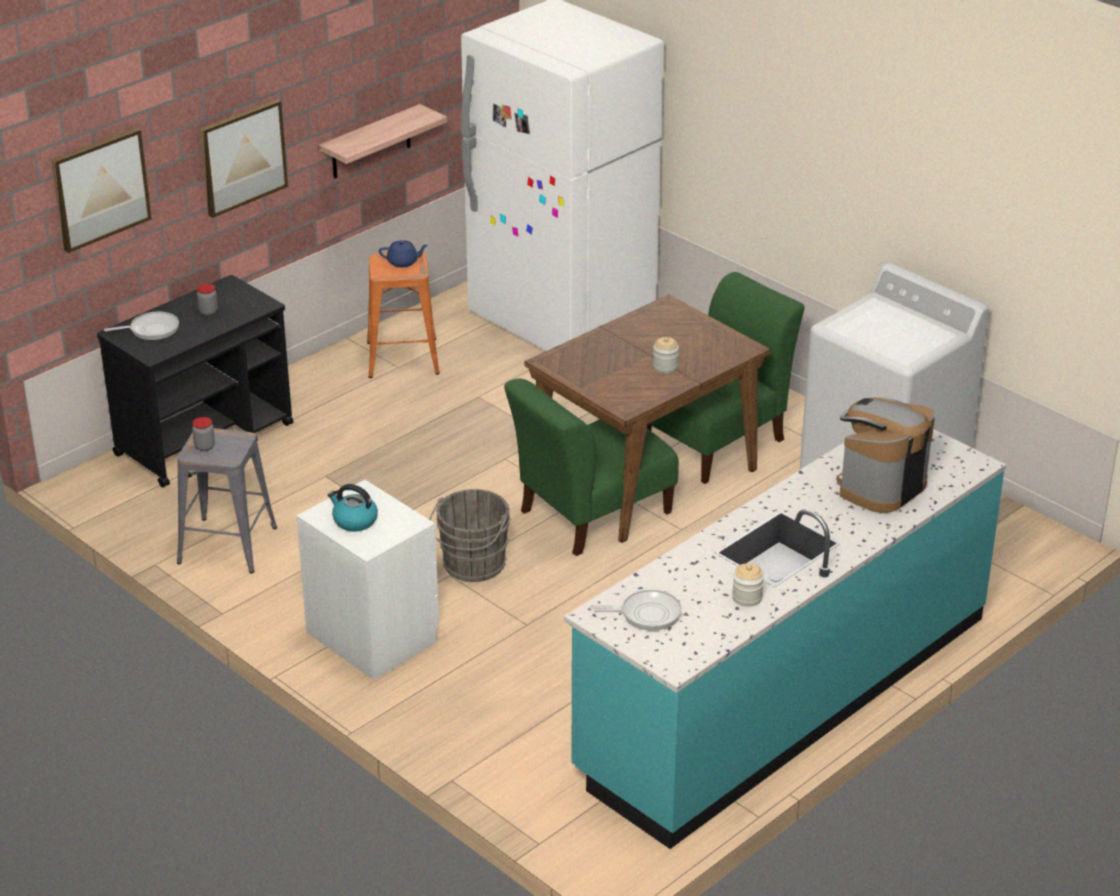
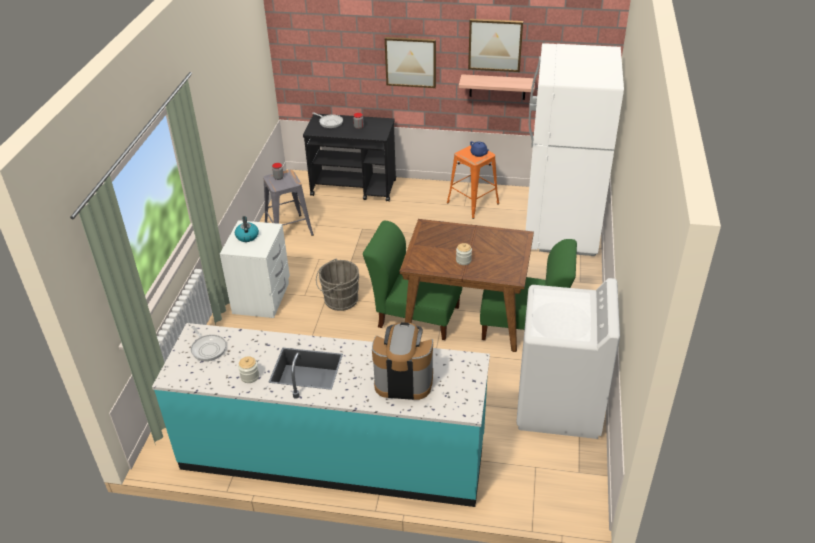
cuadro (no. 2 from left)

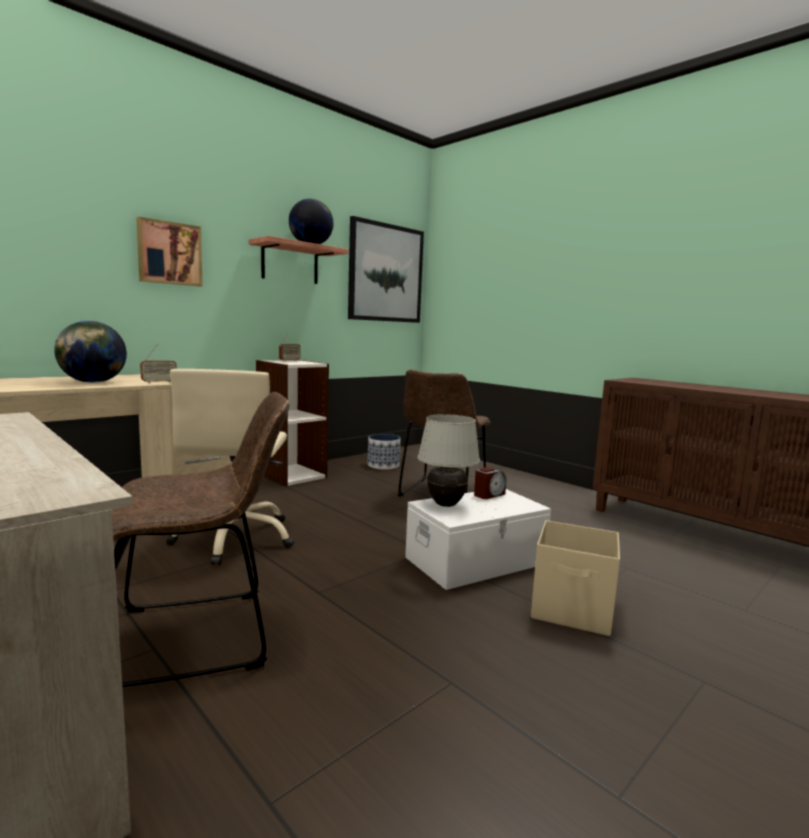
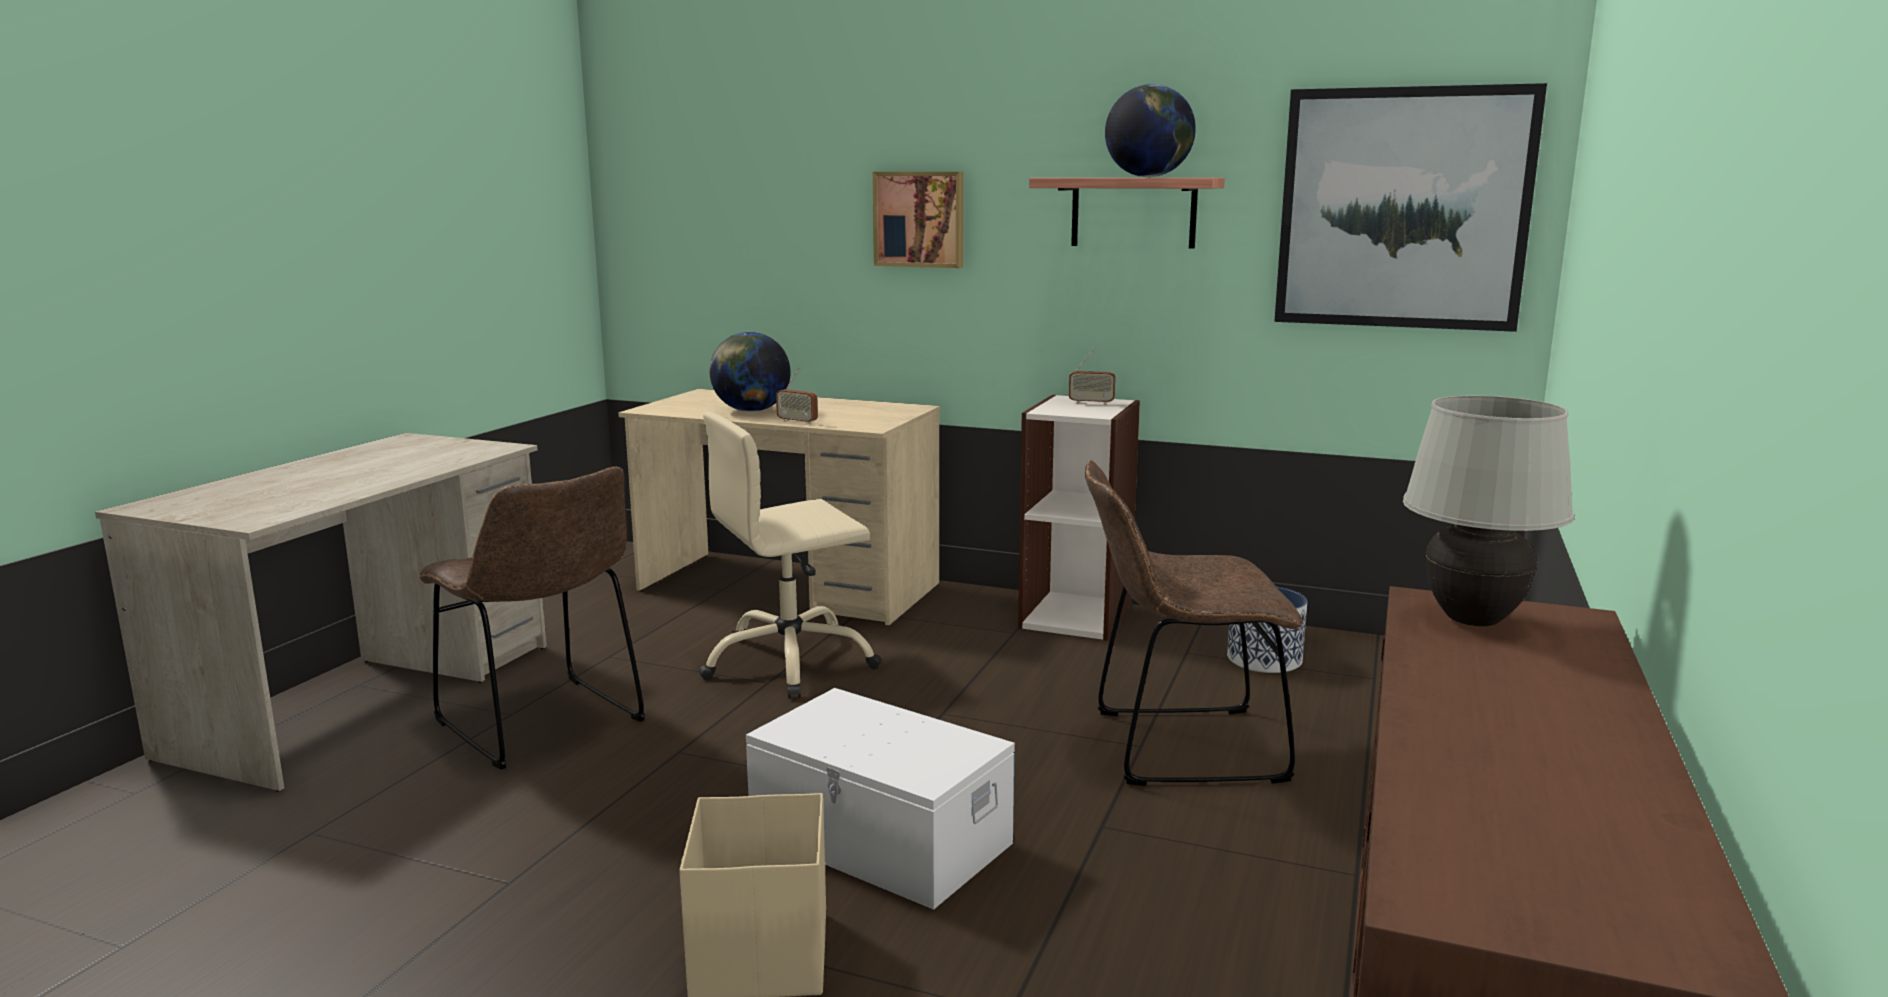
lámpara de mesa (blanco); despertador

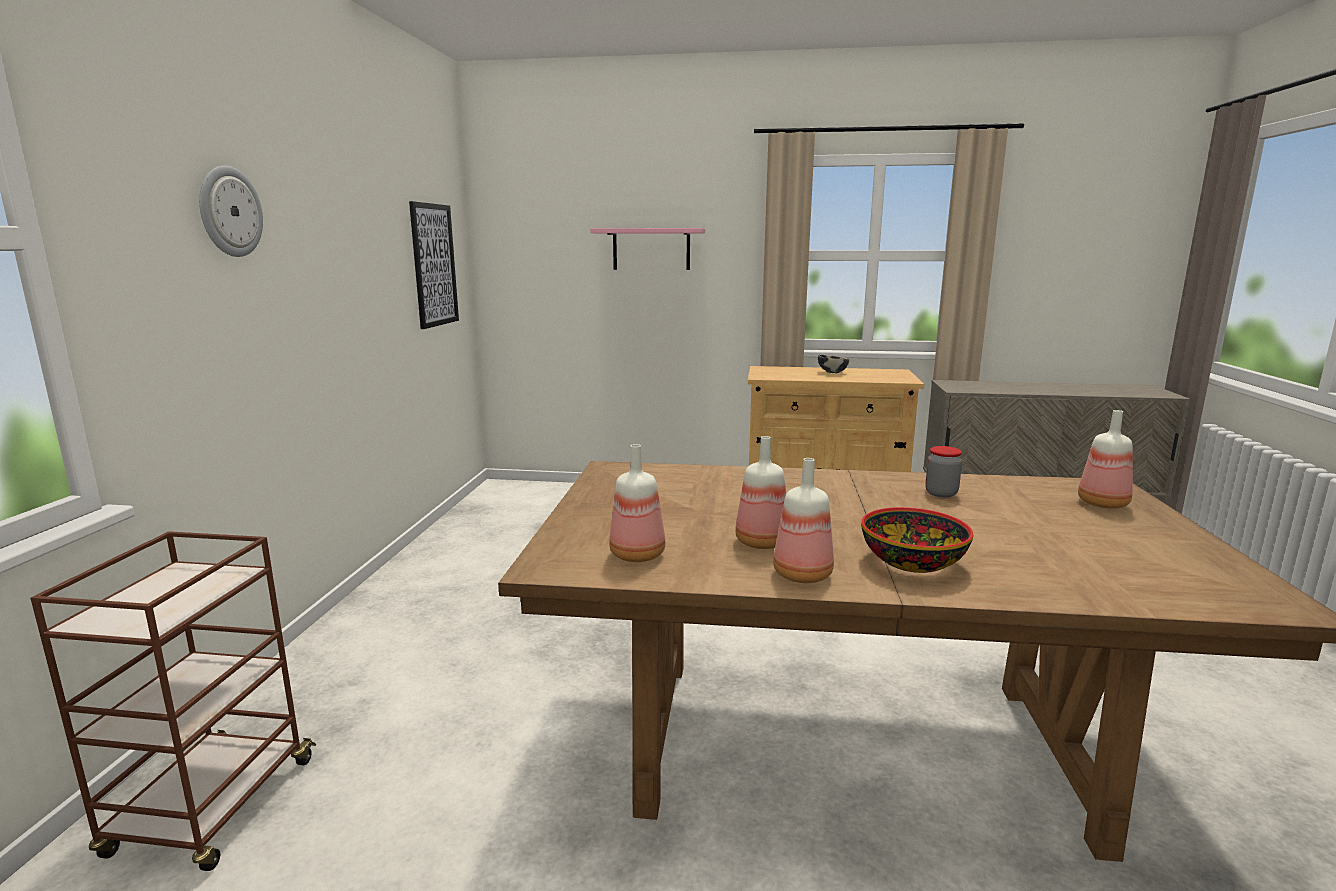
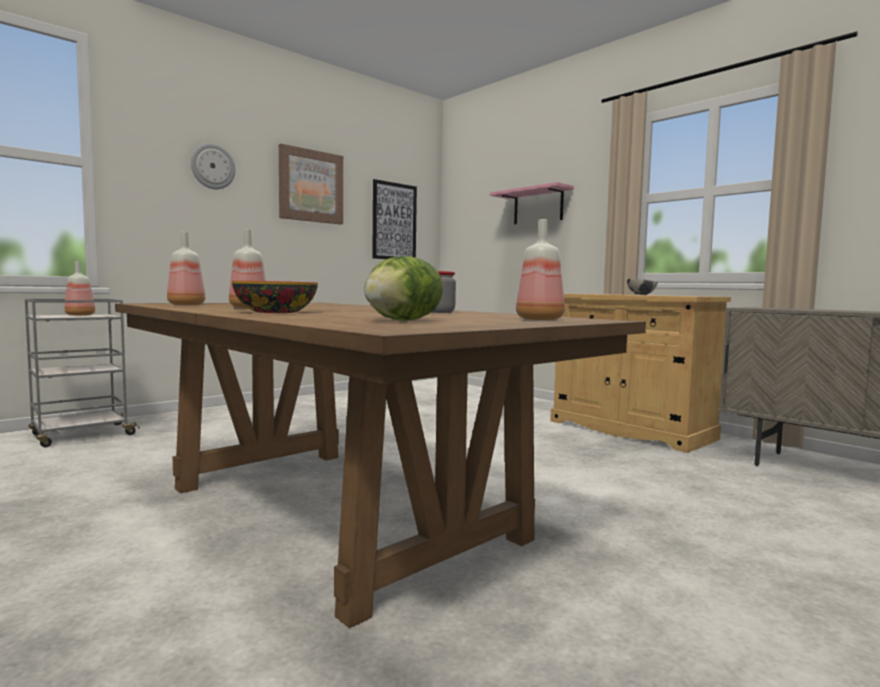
carrito (gris); botella (no. 1 from left); cuadro (no. 1 from left); lechuga

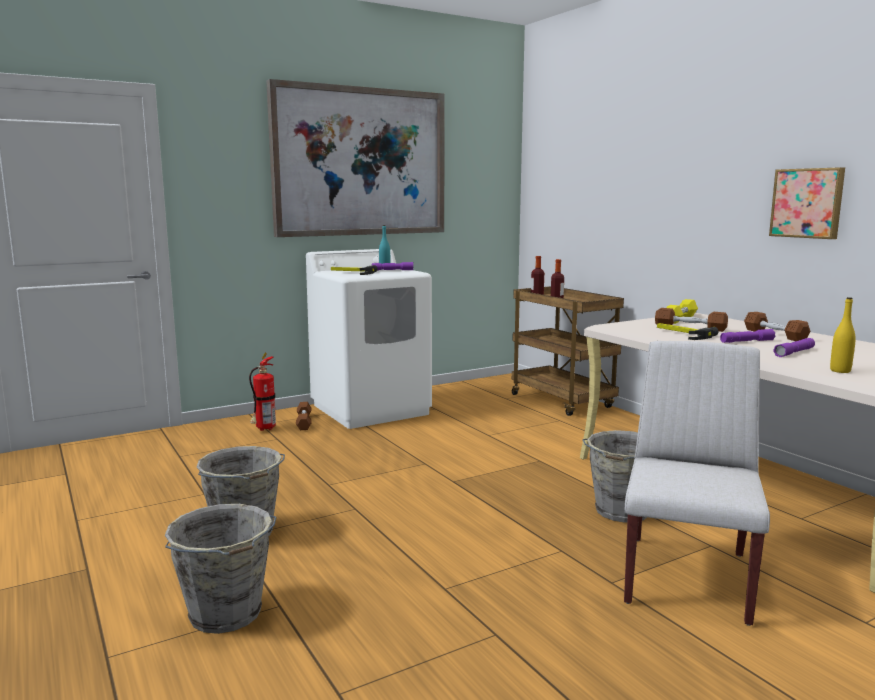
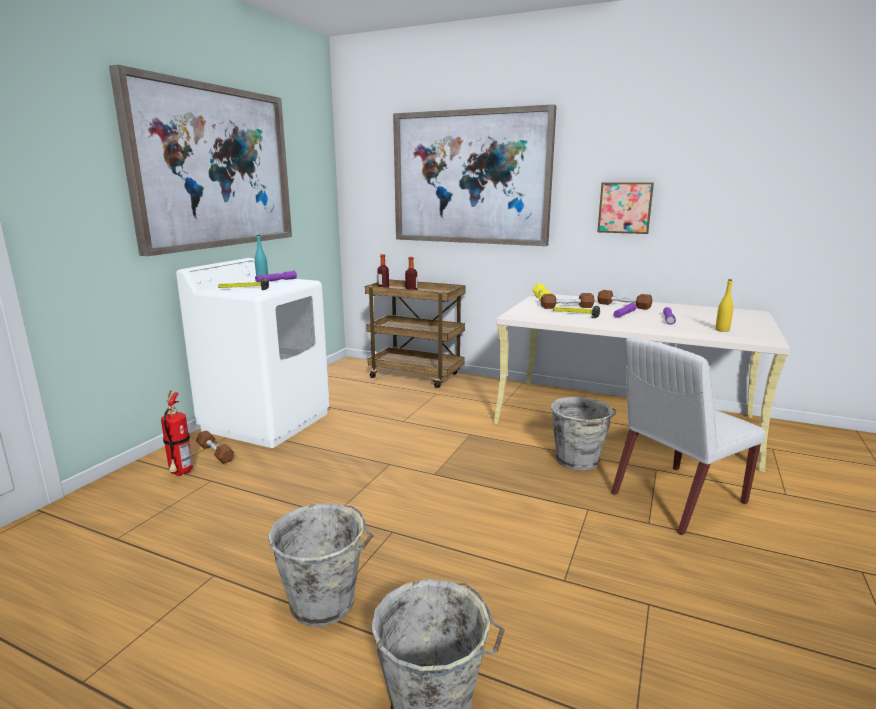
cuadro (no. 2 from left); silla (blanco)

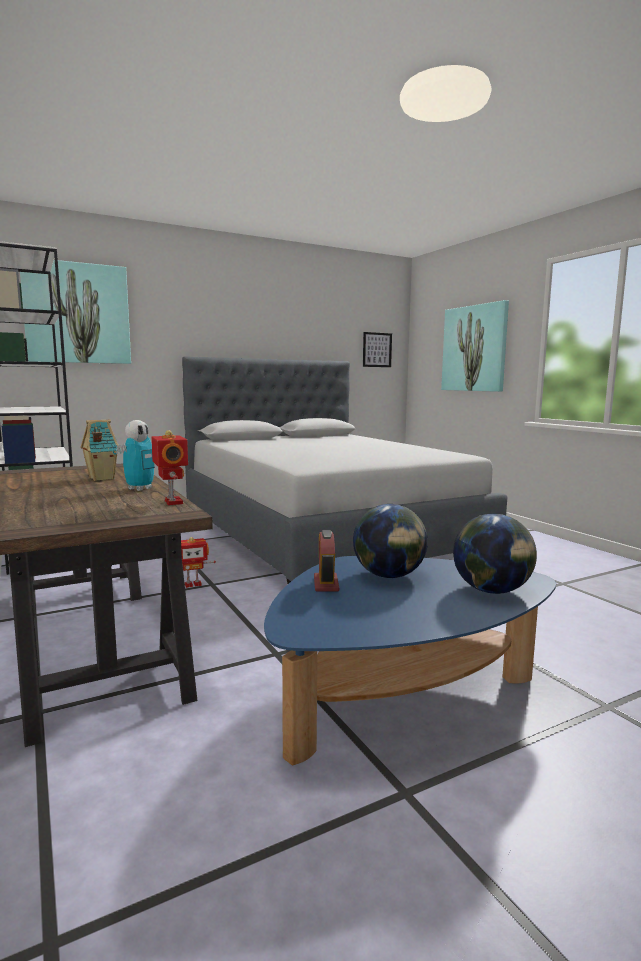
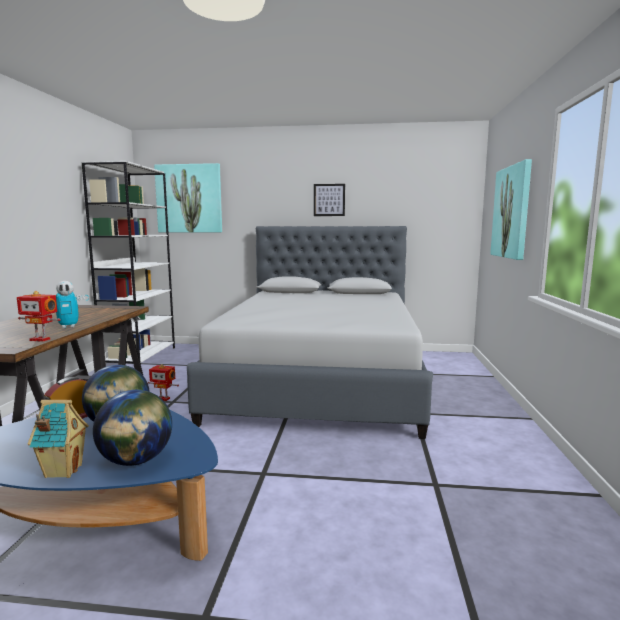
robot de juguete (no. 1 from left); casita; cuadro (no. 2 from left)

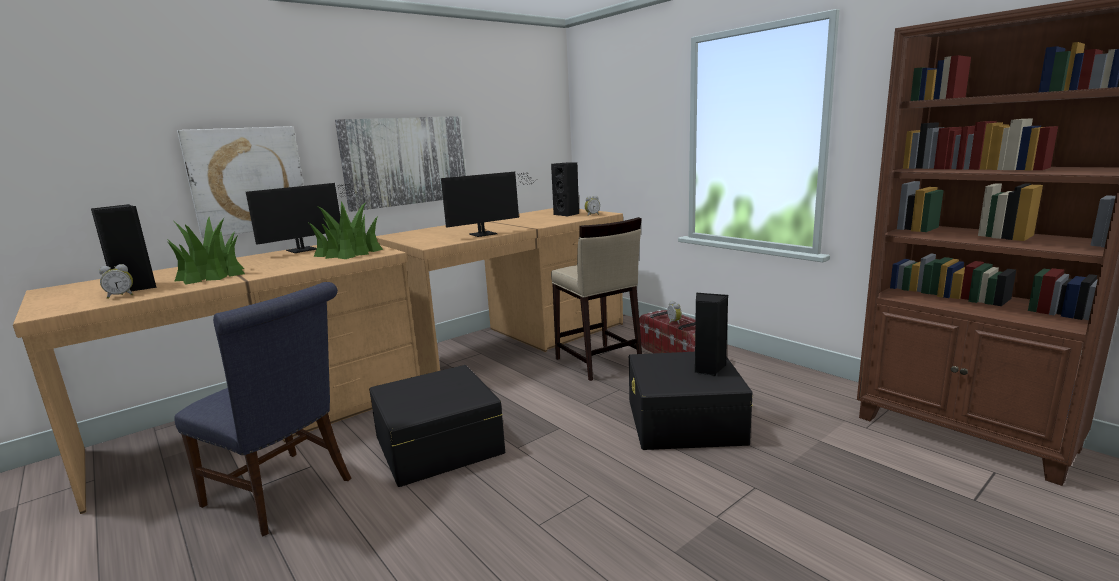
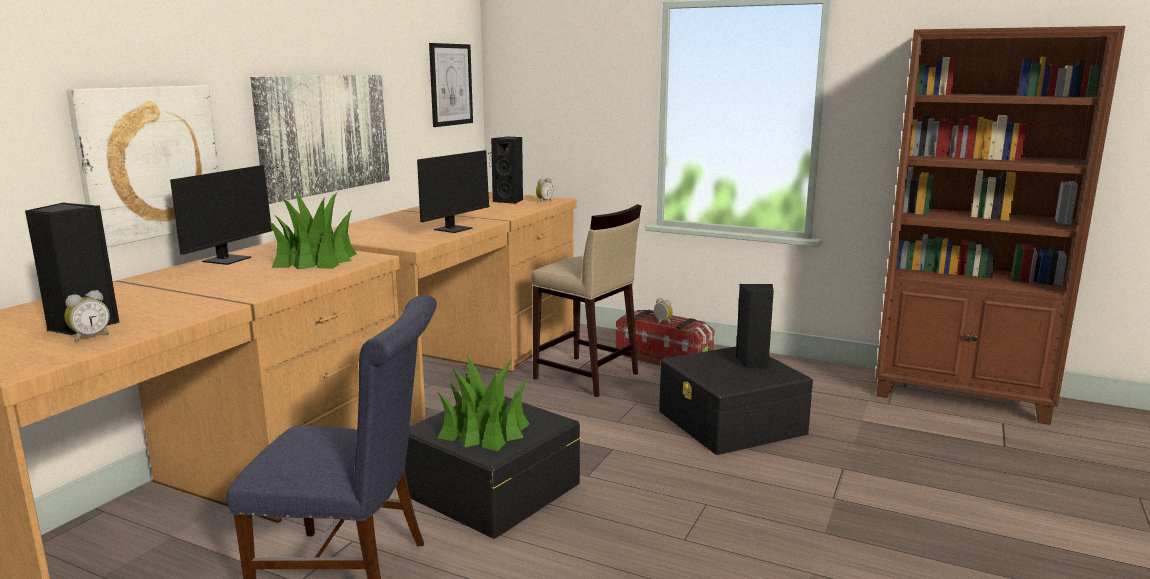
cuadro (no. 3 from left); planta en maceta (no. 2 from left)

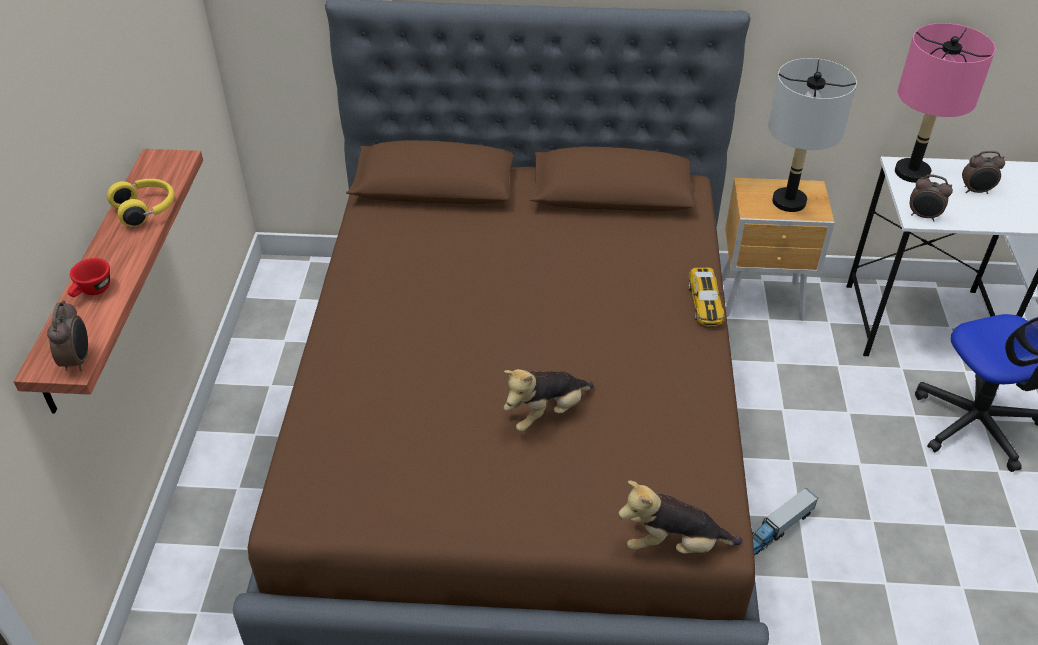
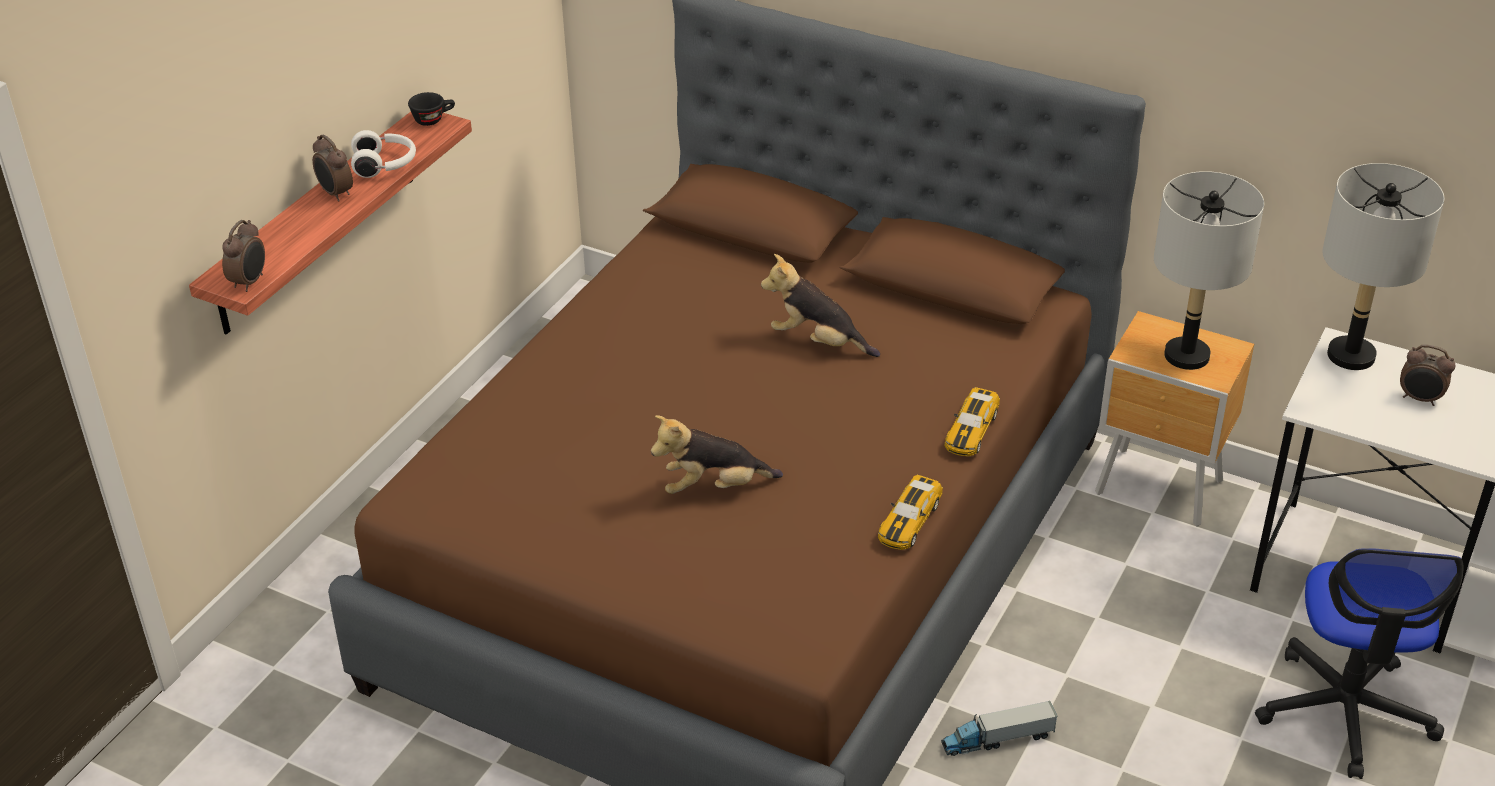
despertador (no. 2 from left); auriculares (blanco); taza (negro); peluche (no. 2 from left); coche de juguete (no. 1 from left); lámpara de mesa (gris) (no. 2 from left); taza (rojo)

